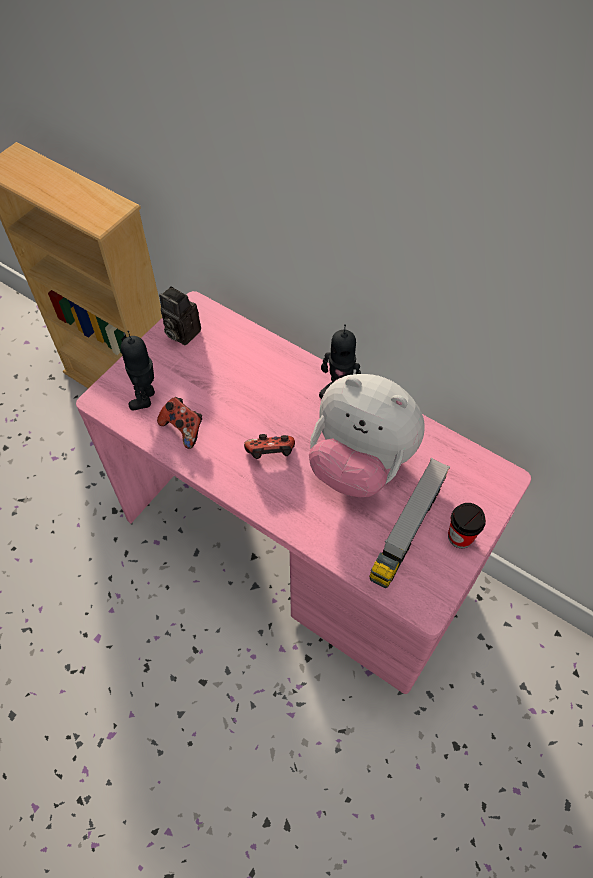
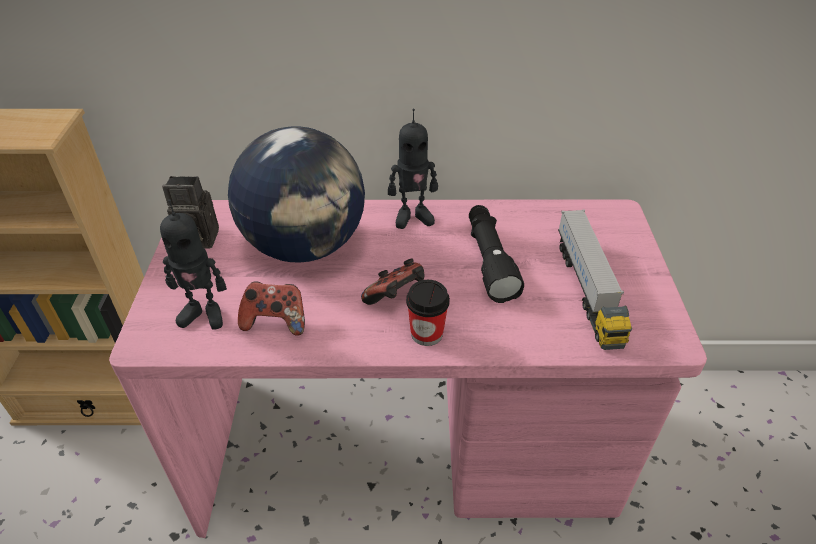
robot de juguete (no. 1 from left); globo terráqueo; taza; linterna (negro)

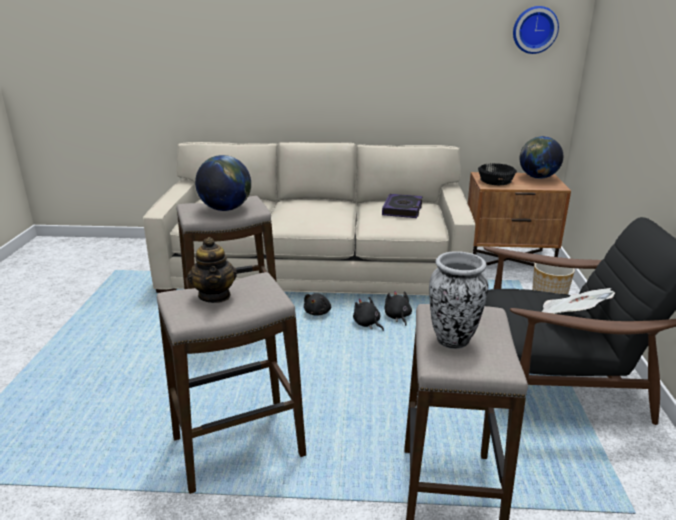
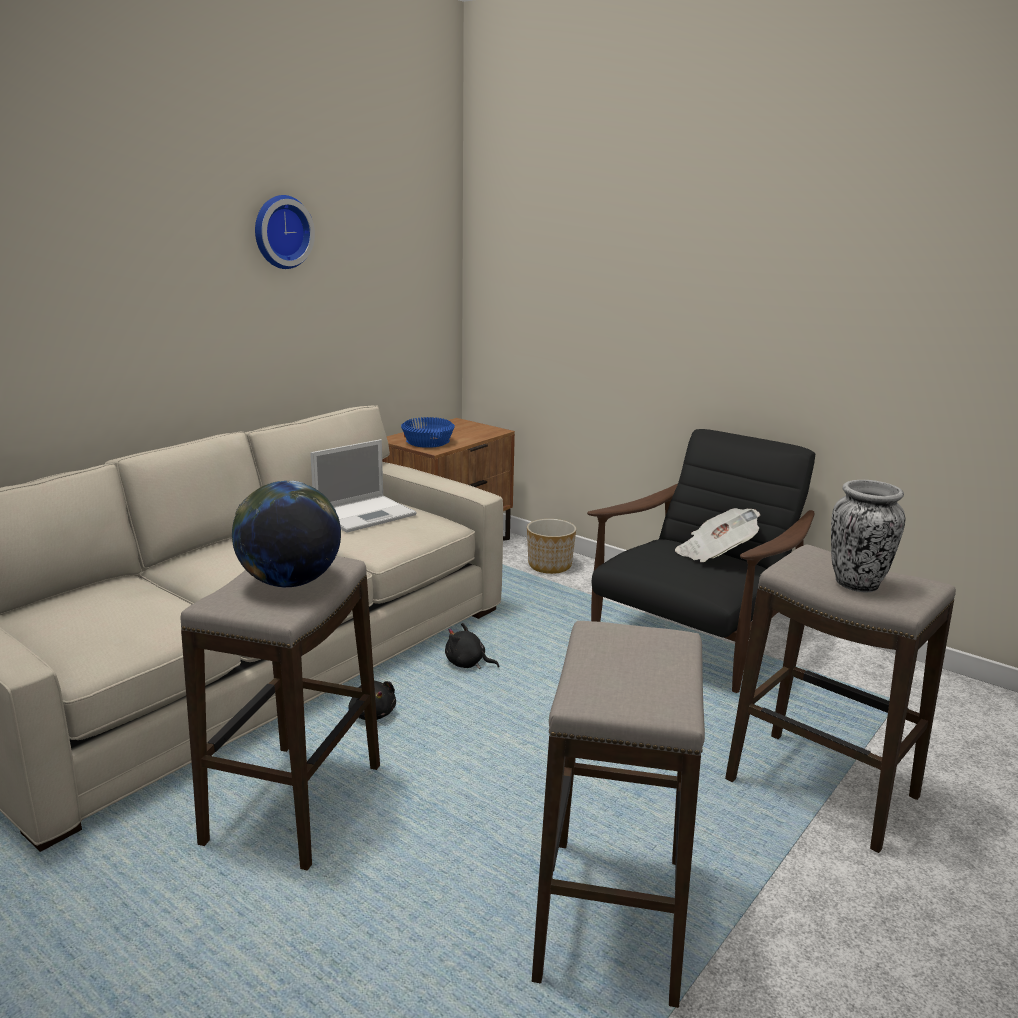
reloj de pared; portátil; cuenco (azul); tetera; peluche (negro) (no. 2 from left in the first image); globo terráqueo (no. 2 from left in the first image)

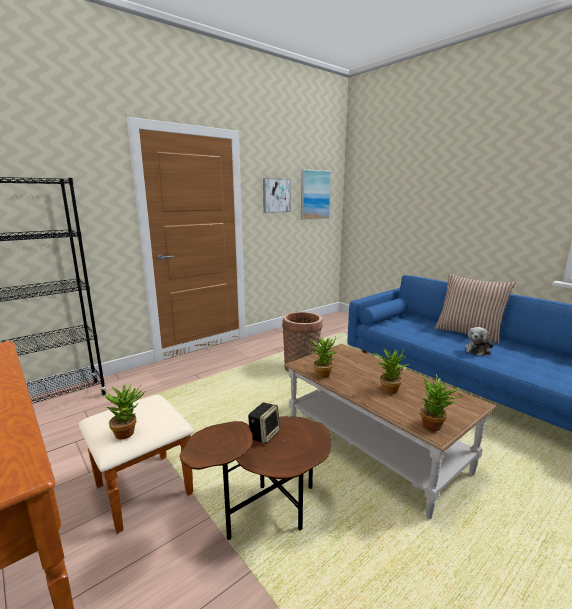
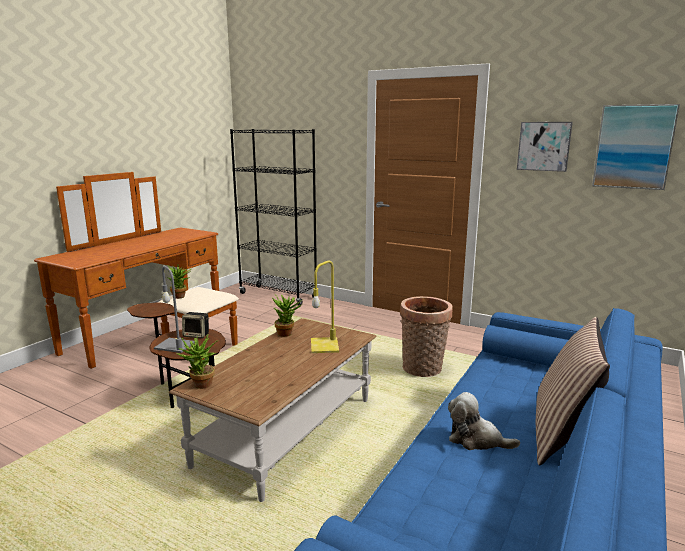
lámpara de mesa (gris); lámpara de mesa (amarillo); planta en maceta (no. 3 from left in the first image)

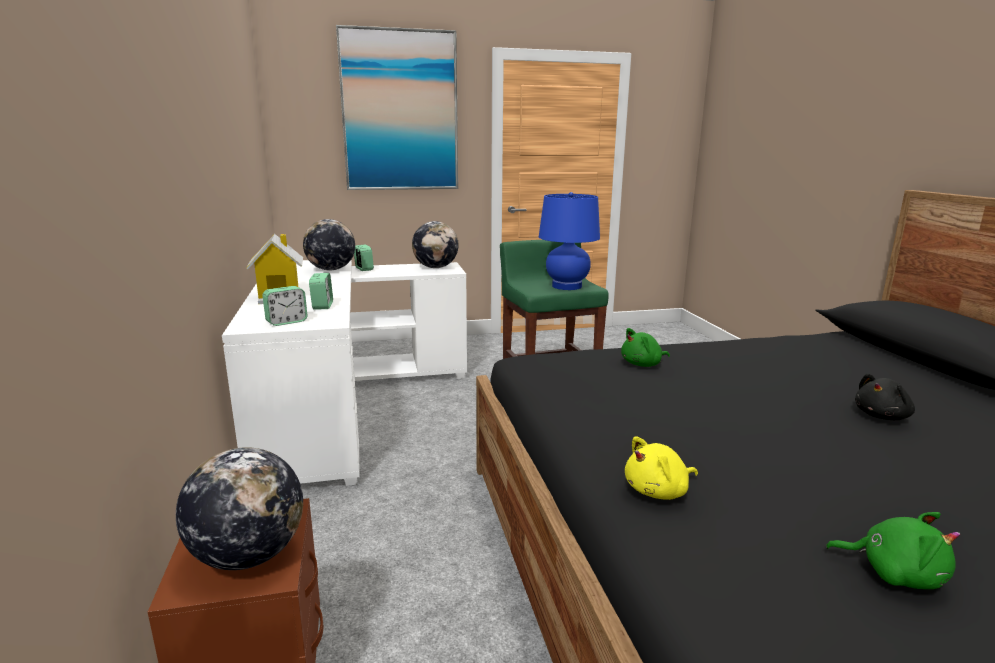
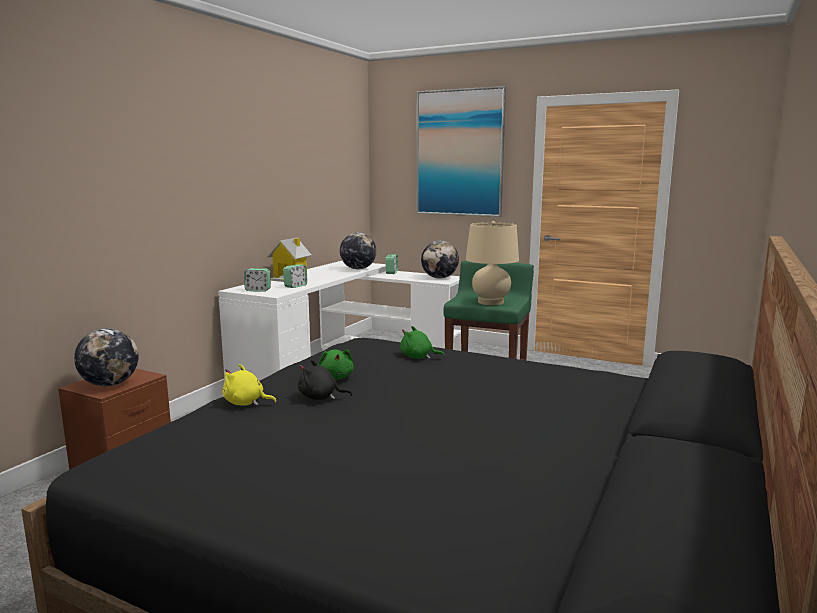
peluche (negro); peluche (verde) (no. 1 from left); lámpara de mesa (beis)

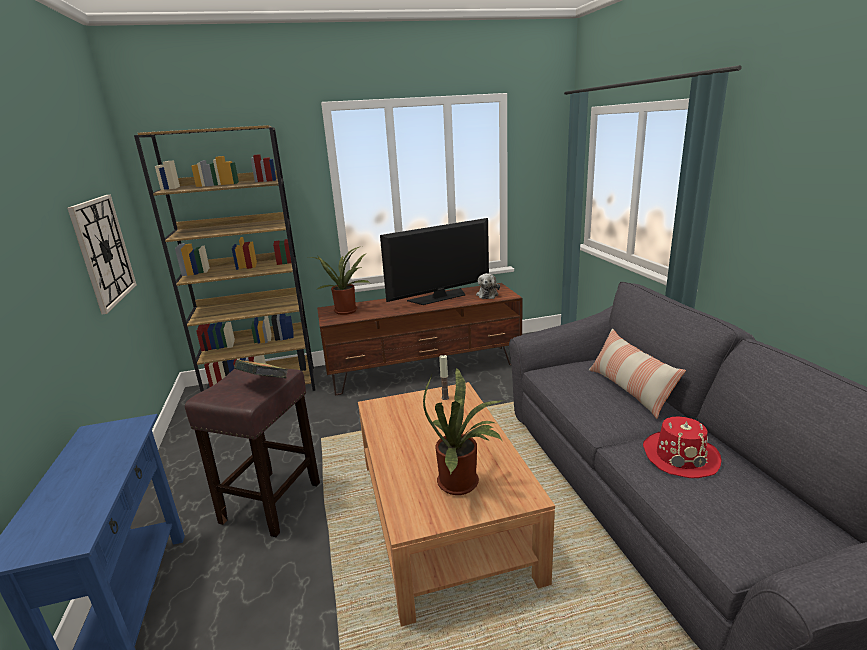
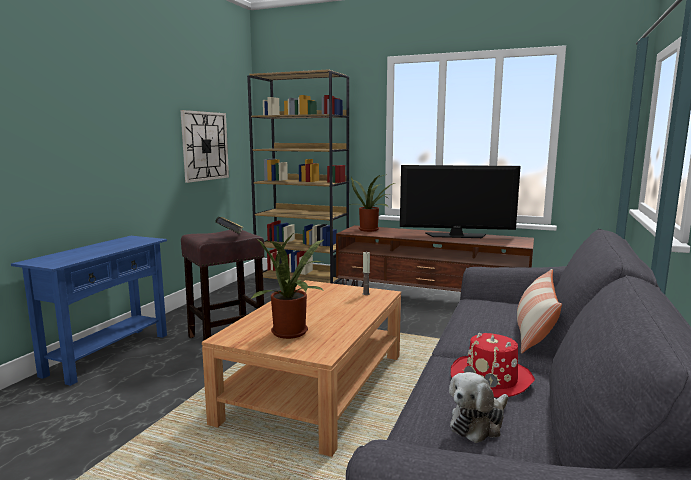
peluche

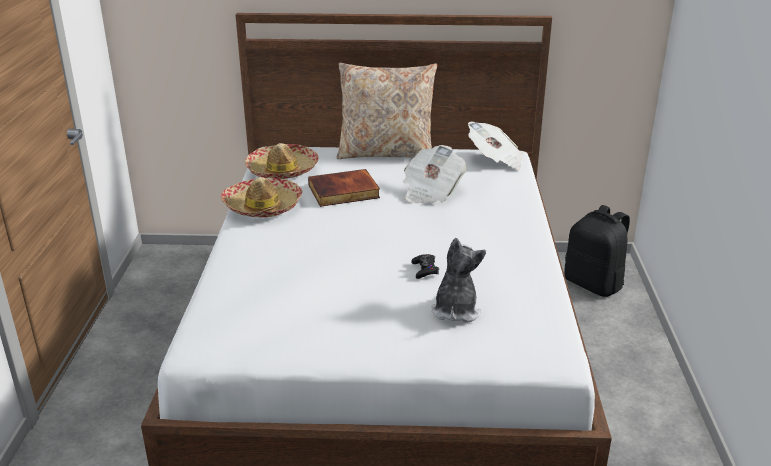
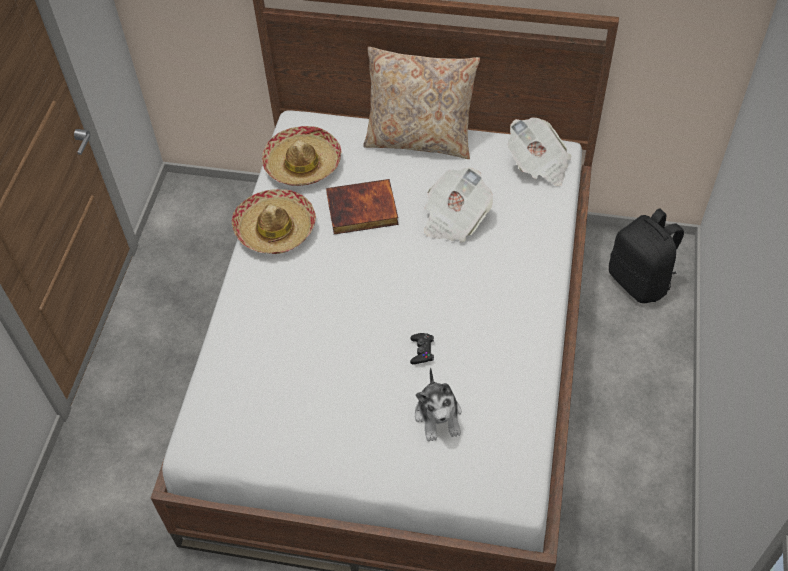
peluche

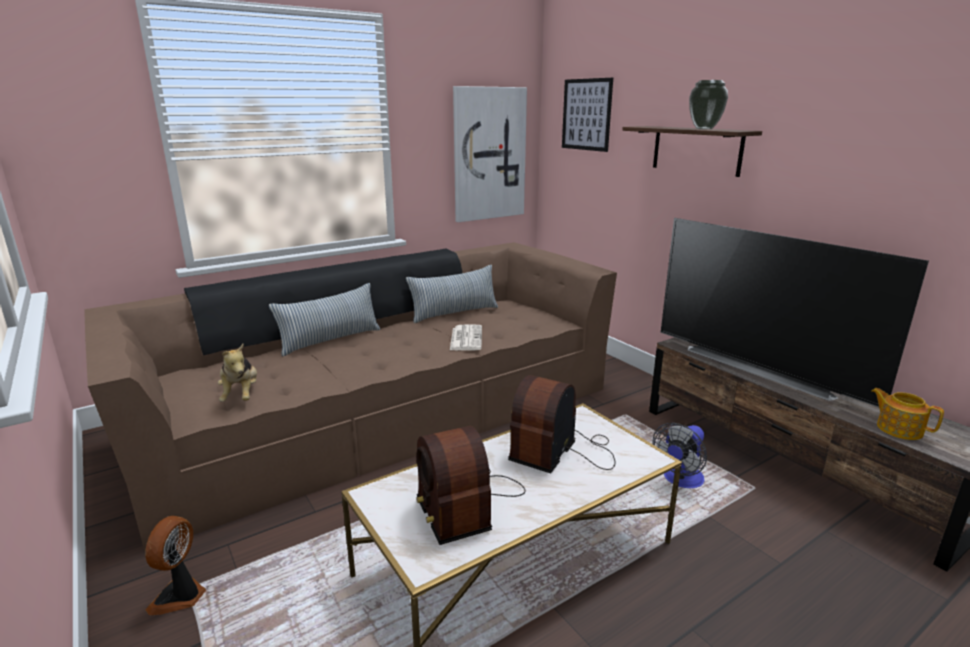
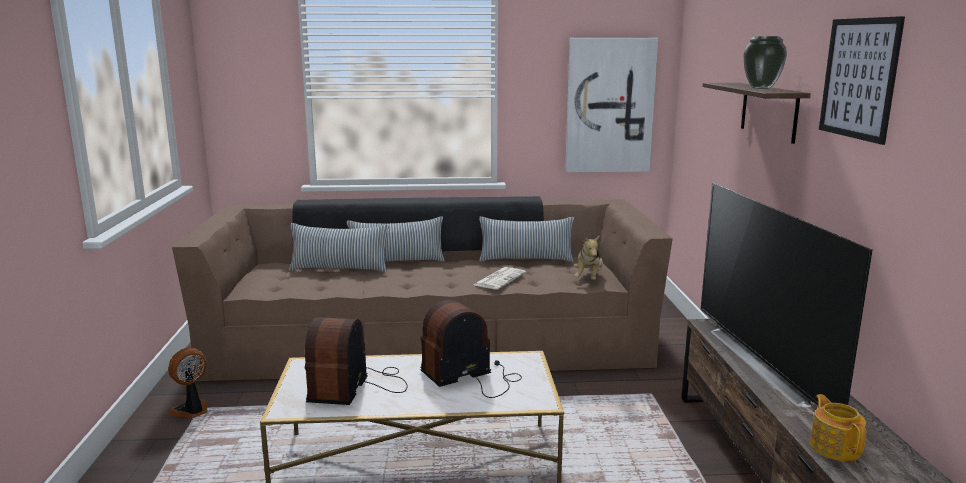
cojín (no. 1 from left); peluche; cuadro (no. 2 from left); ventilador (no. 2 from left in the first image)

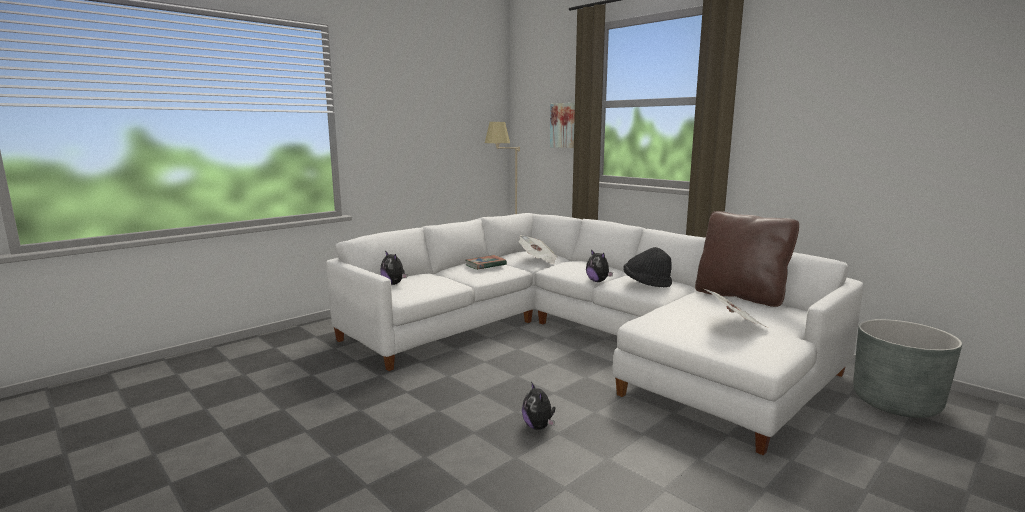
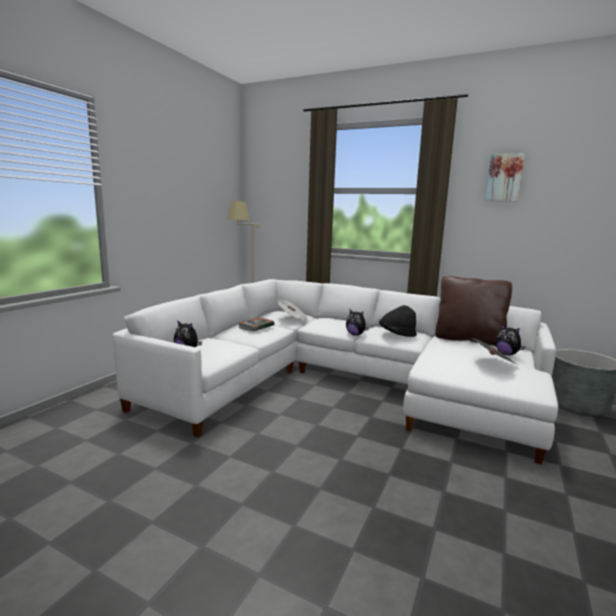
cuadro; peluche (no. 3 from left)

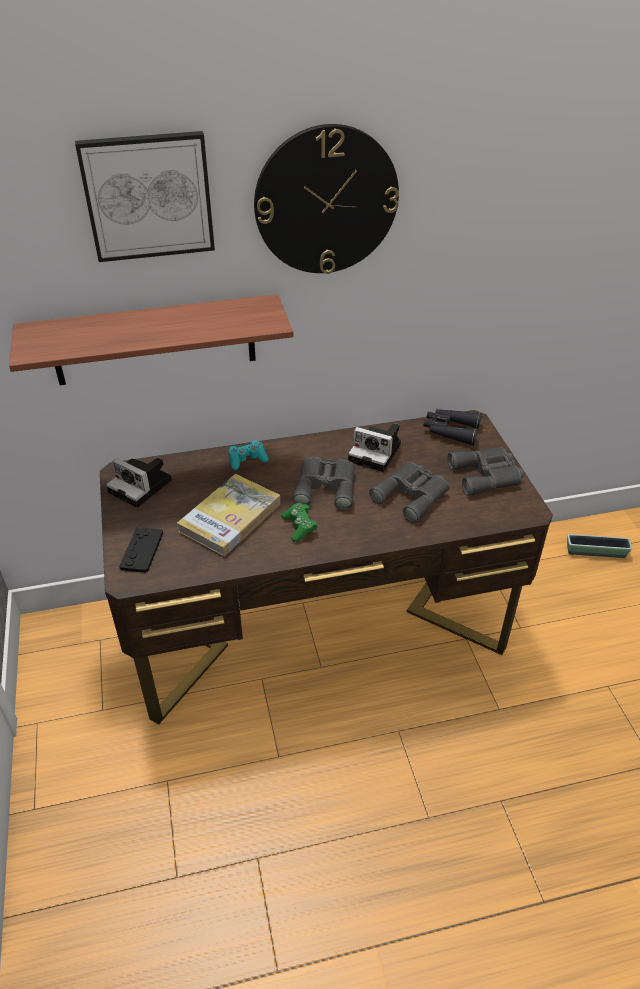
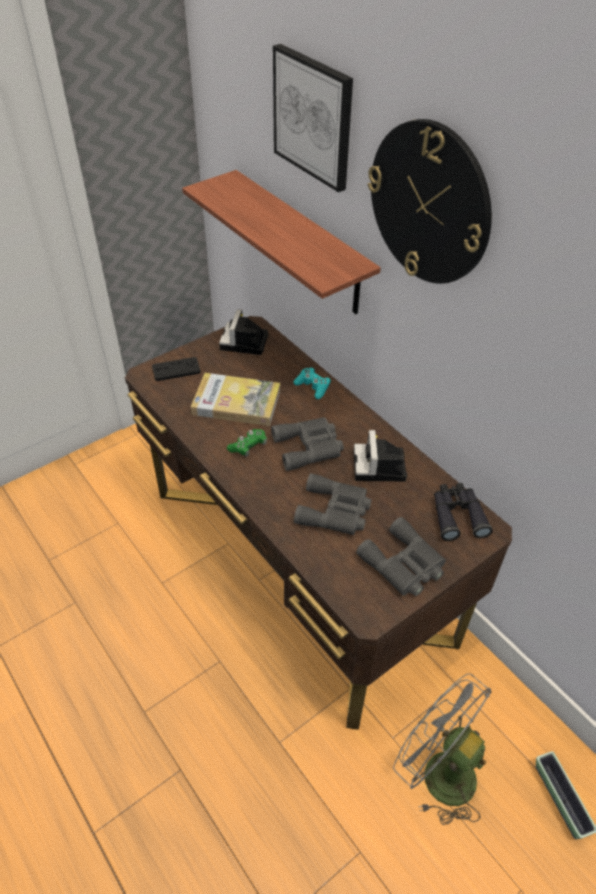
ventilador (gris)

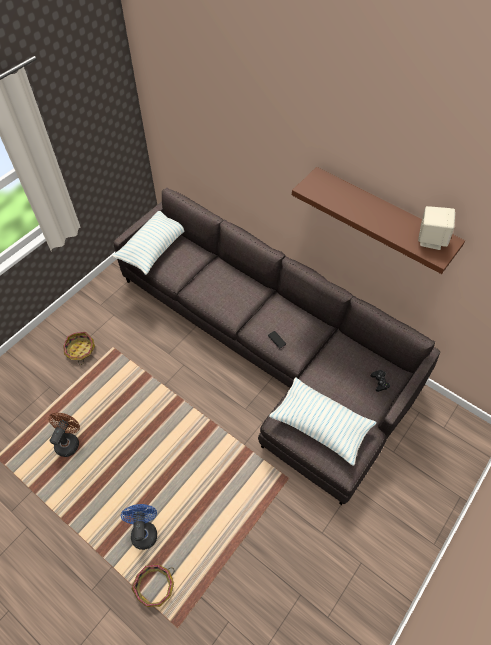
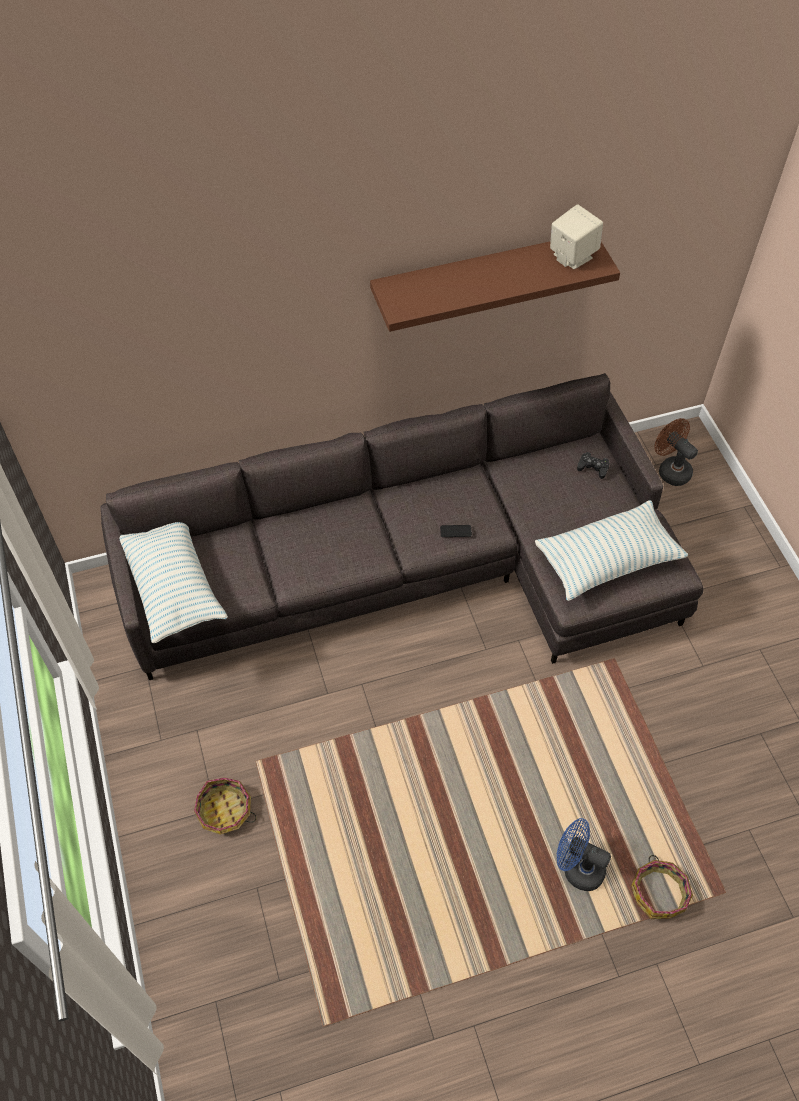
ventilador (marrón)

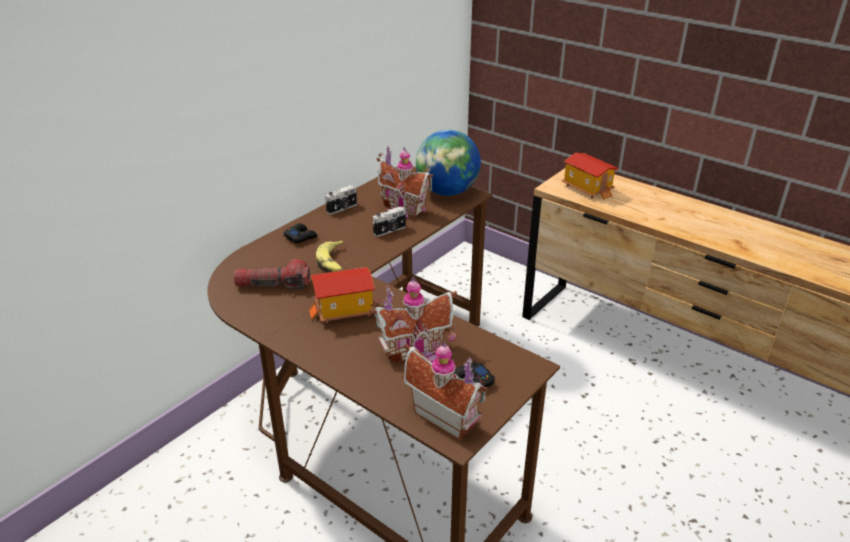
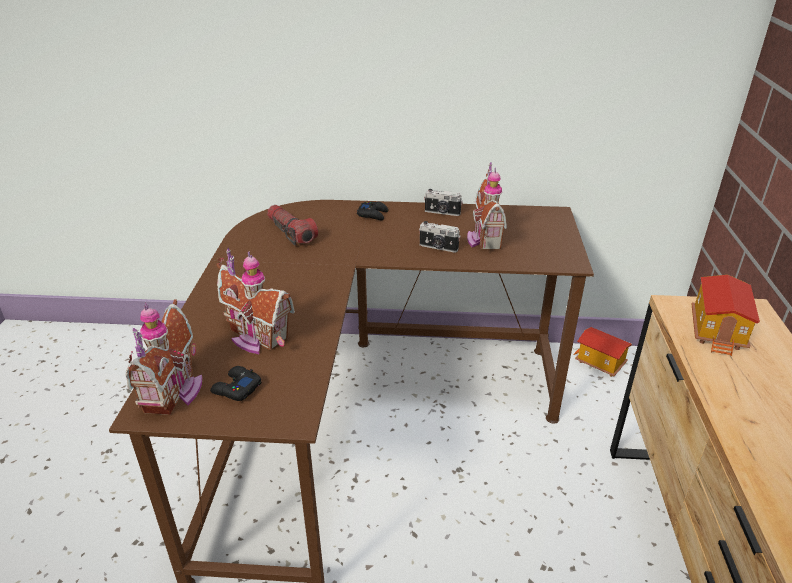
casita (no. 4 from left); plátano; globo terráqueo

